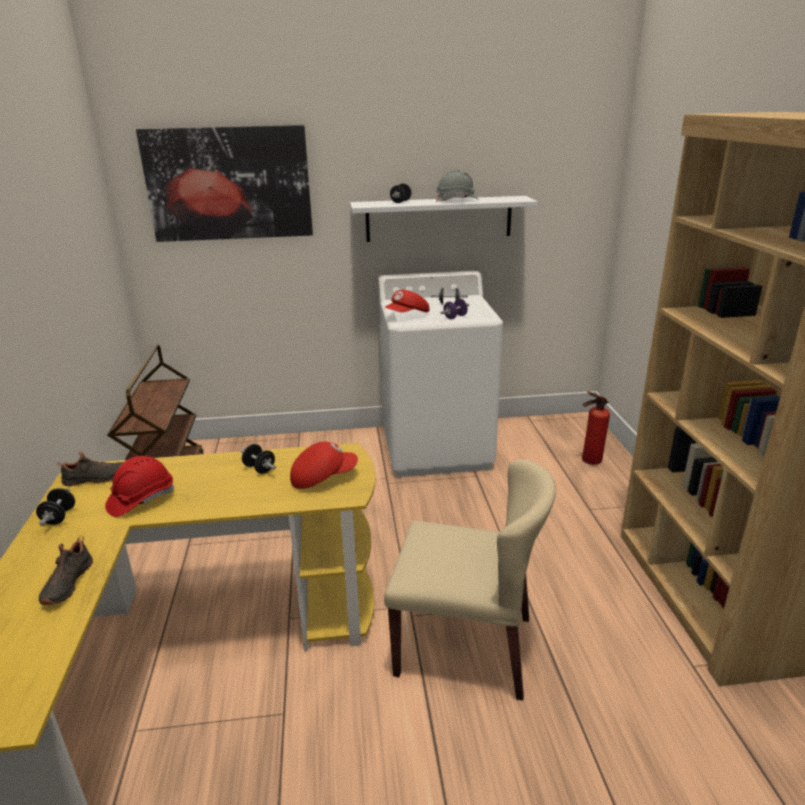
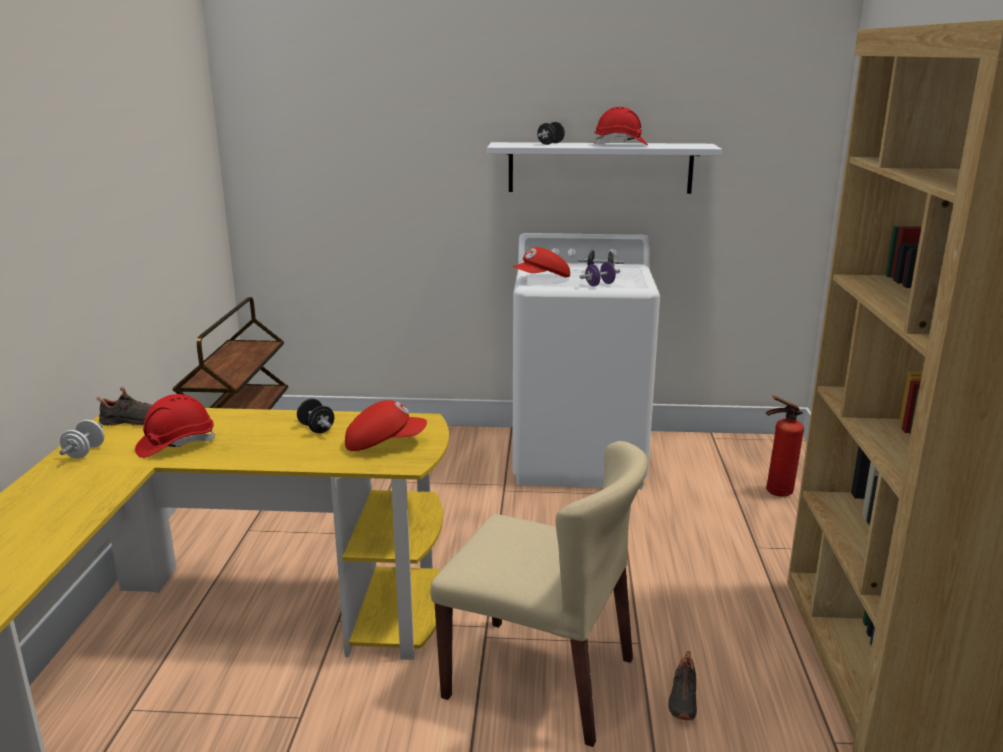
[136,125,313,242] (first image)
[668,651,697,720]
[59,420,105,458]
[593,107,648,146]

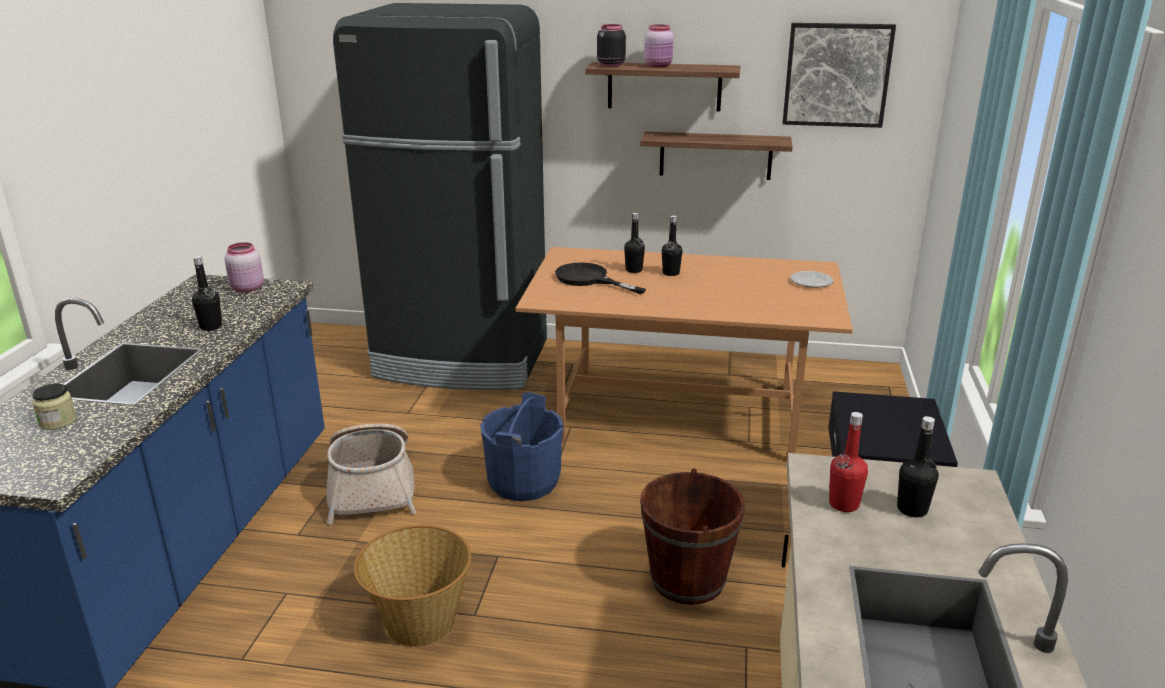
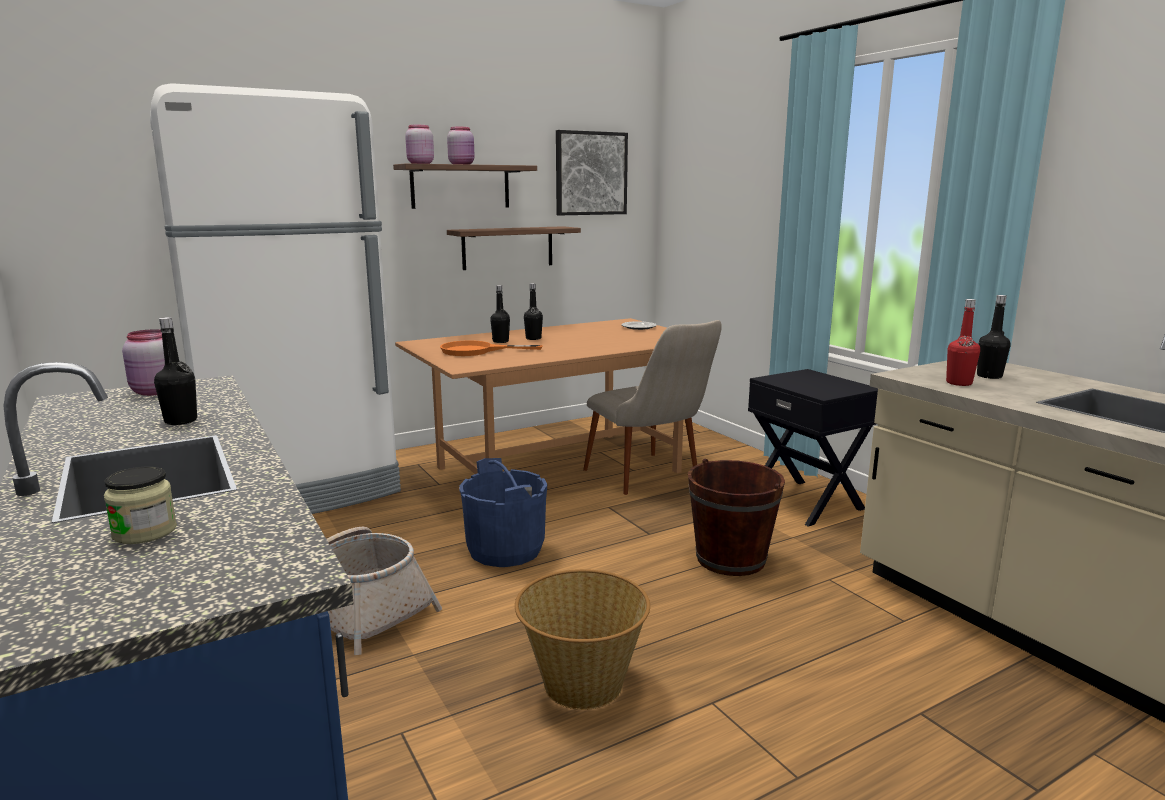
[583,320,722,495]
[150,83,401,514]
[440,340,542,356]
[405,125,434,164]

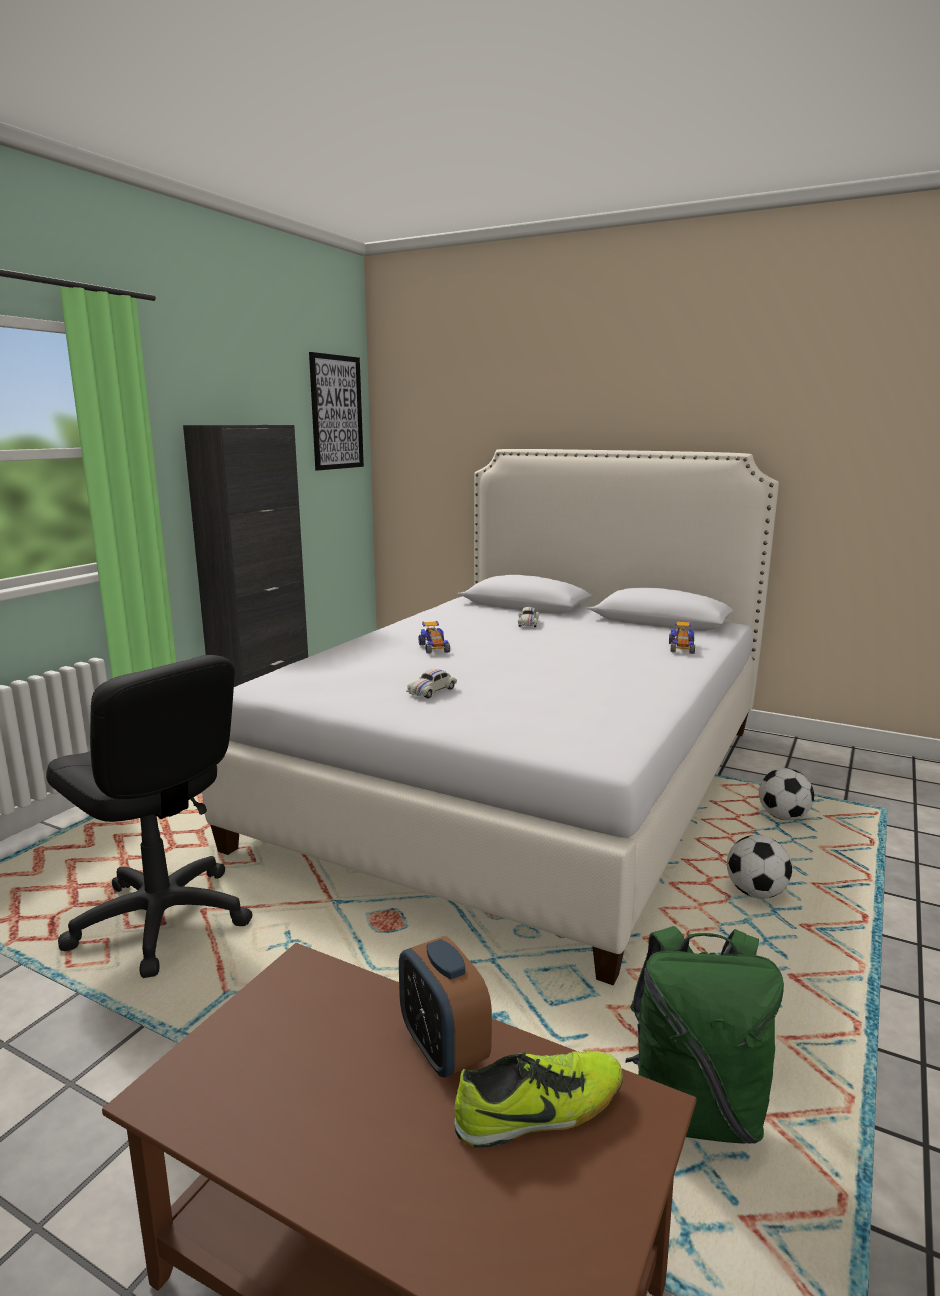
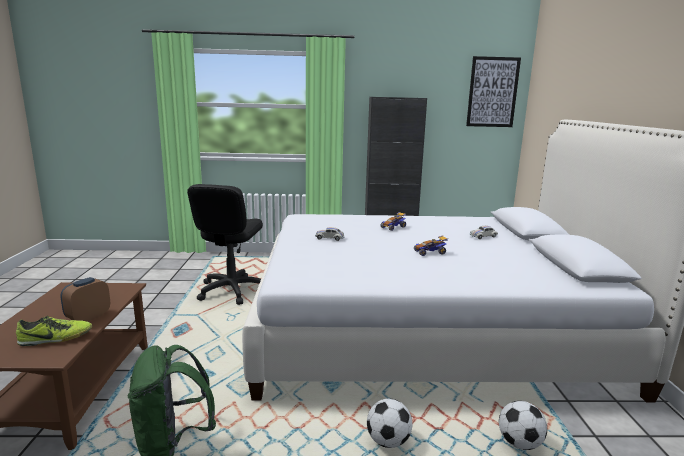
[414,235,448,256]
[16,316,92,346]

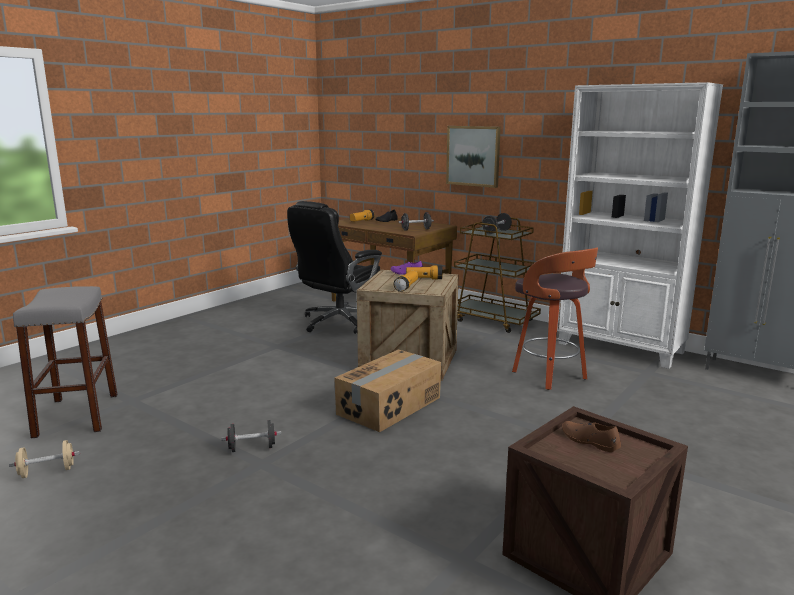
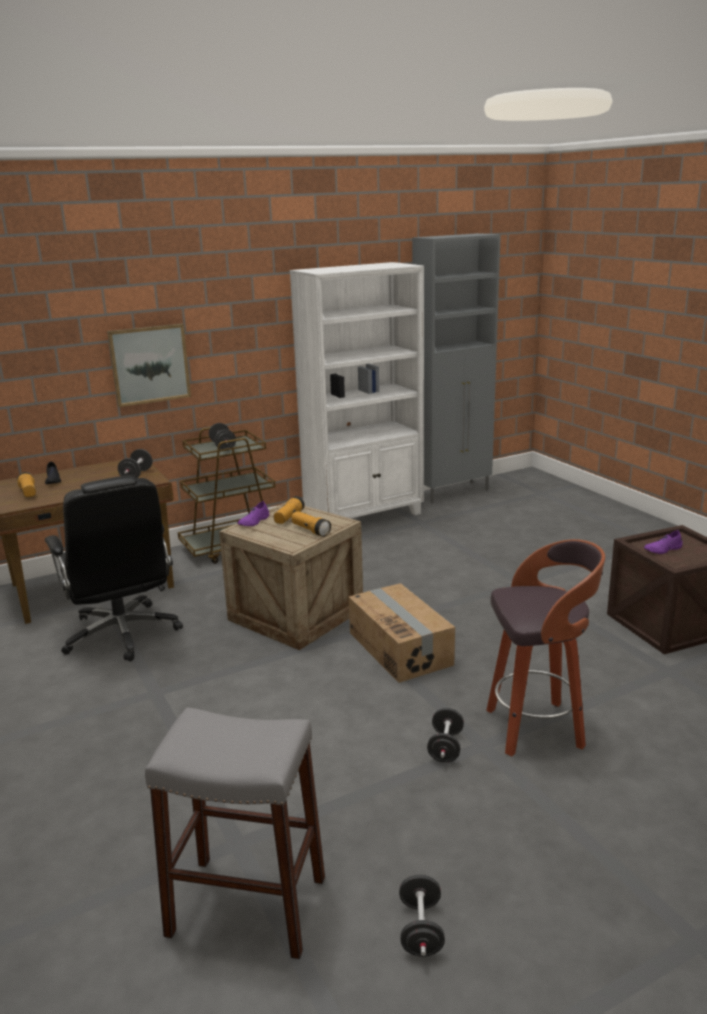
[486,539,605,756]
[399,875,445,957]
[644,530,683,554]

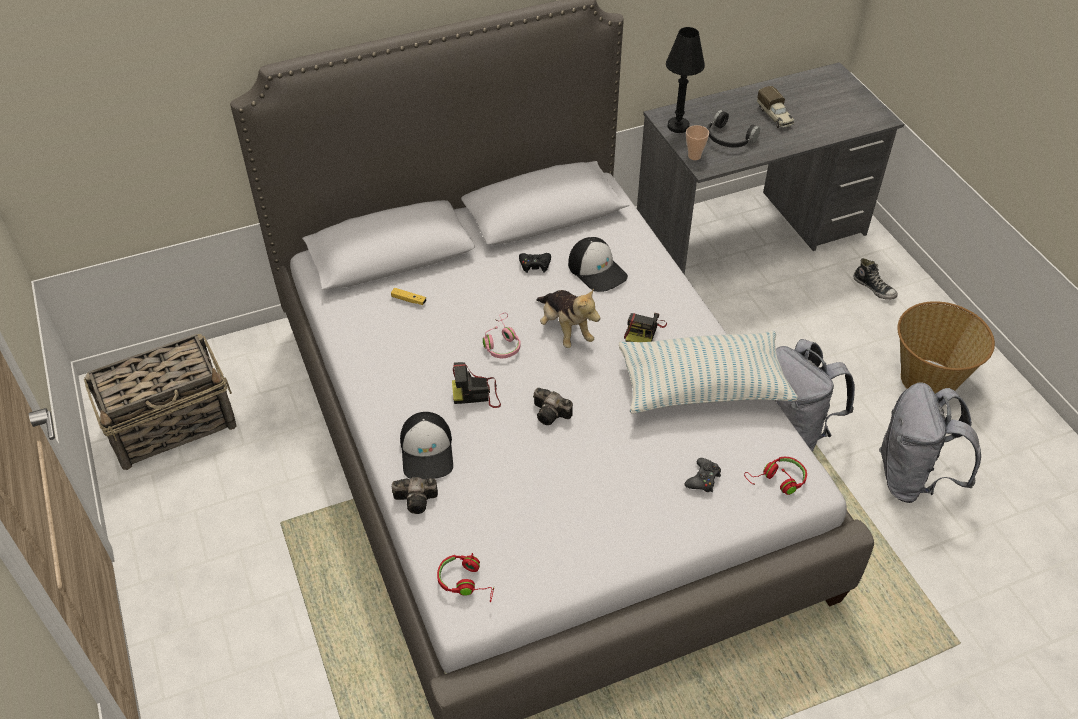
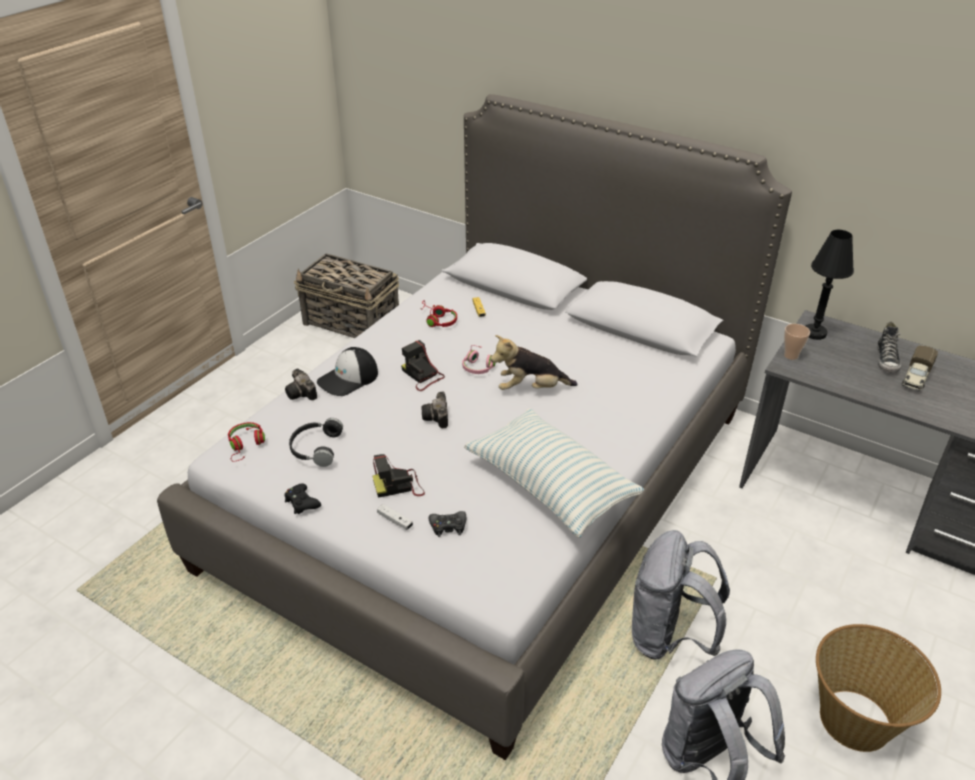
[568,237,628,292] (first image)
[377,504,413,530]
[284,483,321,514]
[372,454,425,498]
[289,418,343,467]
[420,300,457,327]
[877,322,901,373]
[491,335,577,390]

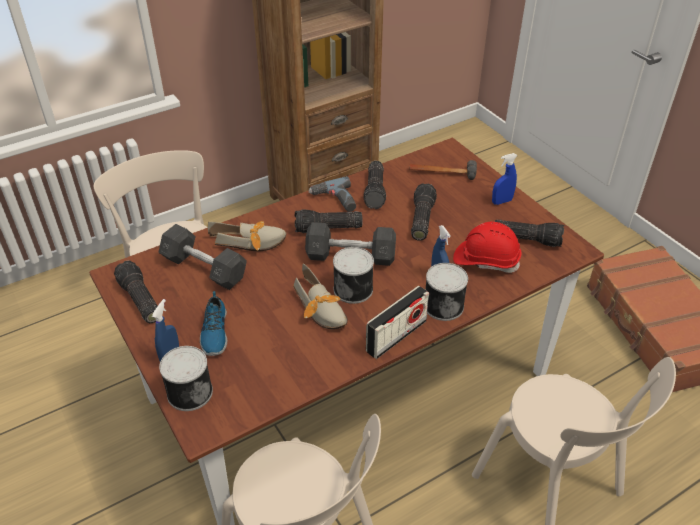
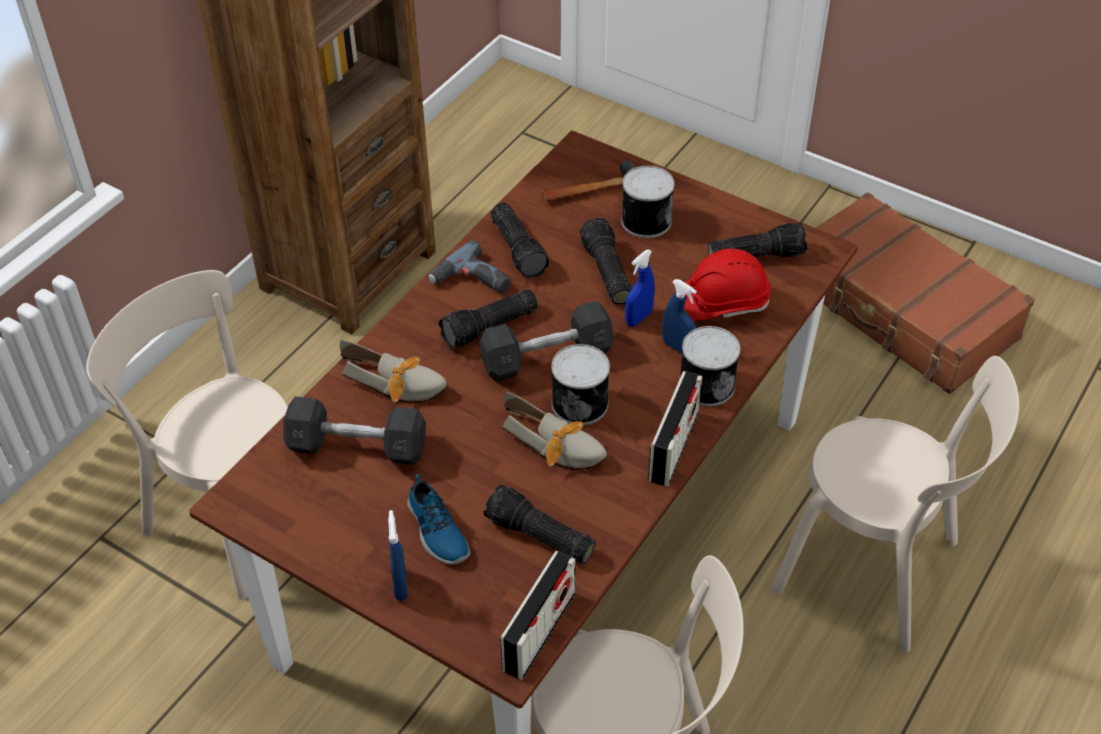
[500,551,576,680]
[484,485,596,564]
[621,166,674,238]
[625,250,655,327]
[340,340,448,403]

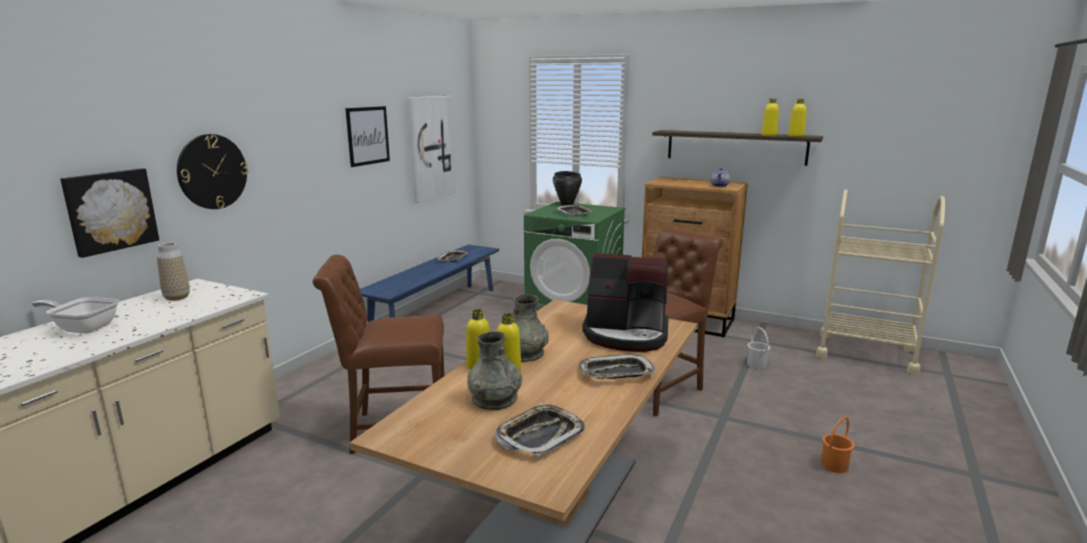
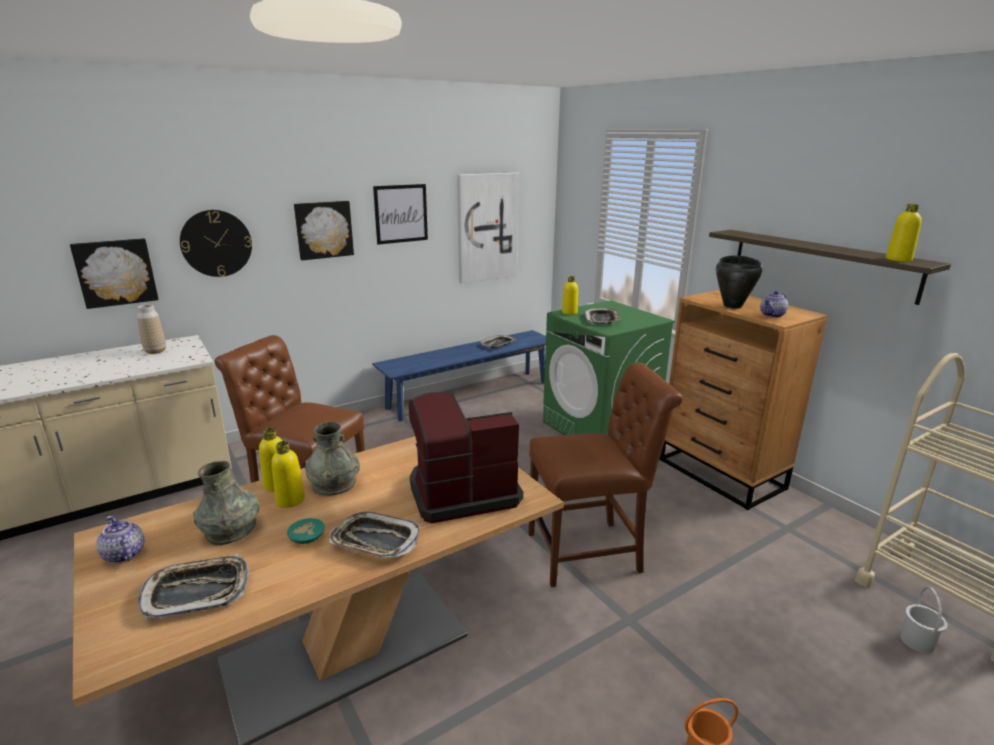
[32,297,119,333] (first image)
[96,516,144,563]
[287,518,325,544]
[294,201,354,260]
[716,255,762,309]
[900,586,947,653]
[562,276,578,315]
[409,392,523,524]

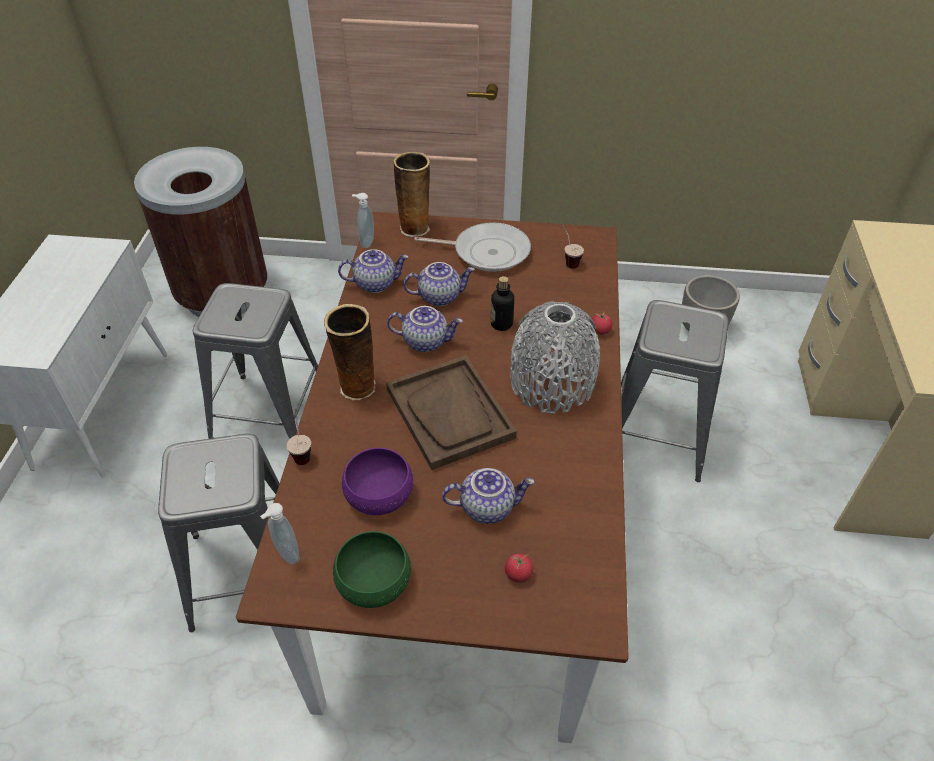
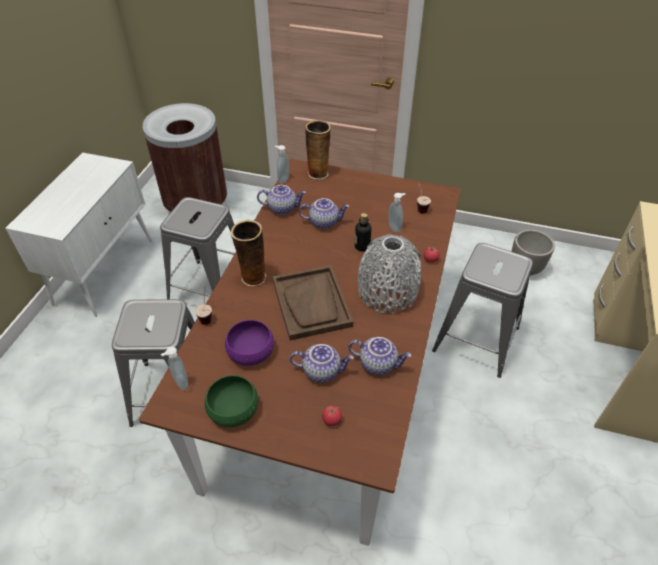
[414,222,531,272] (first image)
[389,193,405,233]
[348,337,412,375]

